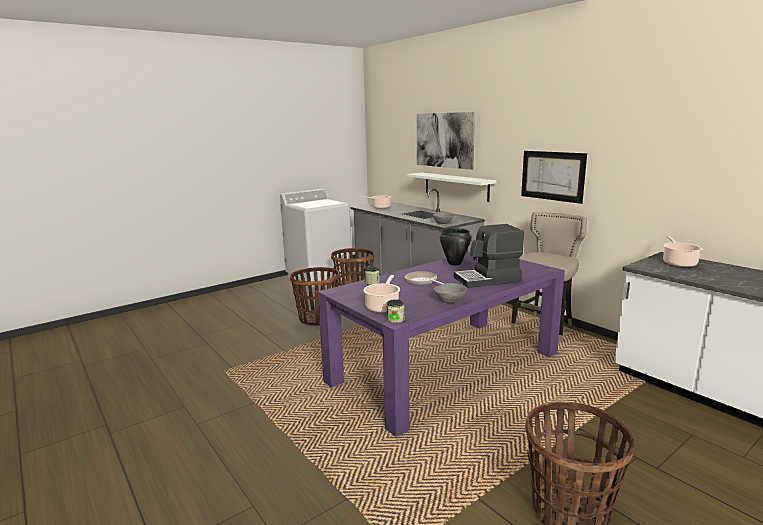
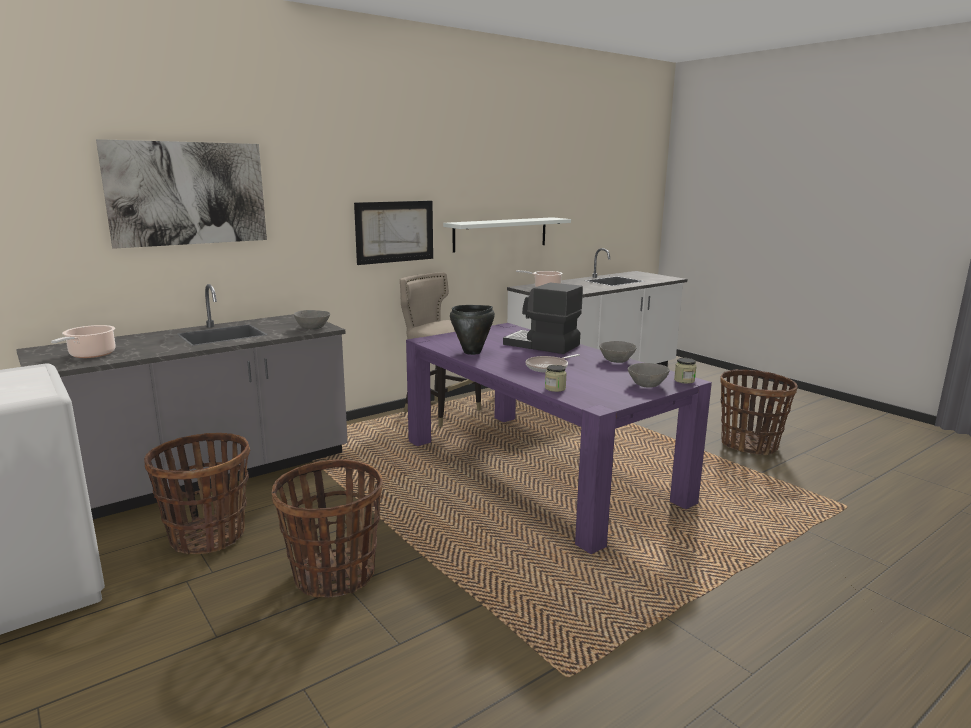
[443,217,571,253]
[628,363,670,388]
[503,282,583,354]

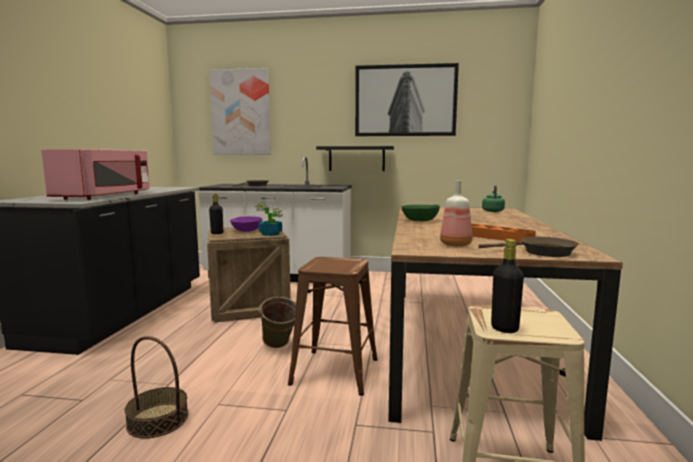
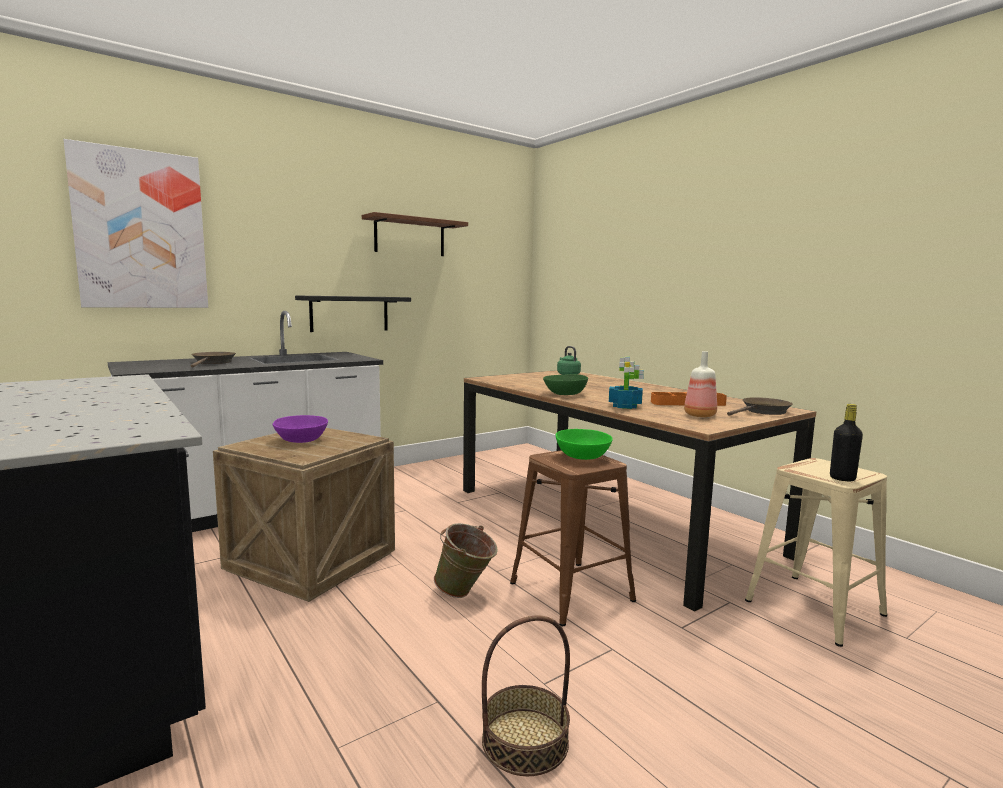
[41,149,150,200] (first image)
[209,194,223,234] (first image)
[556,429,613,460]
[609,357,644,409]
[362,212,468,256]

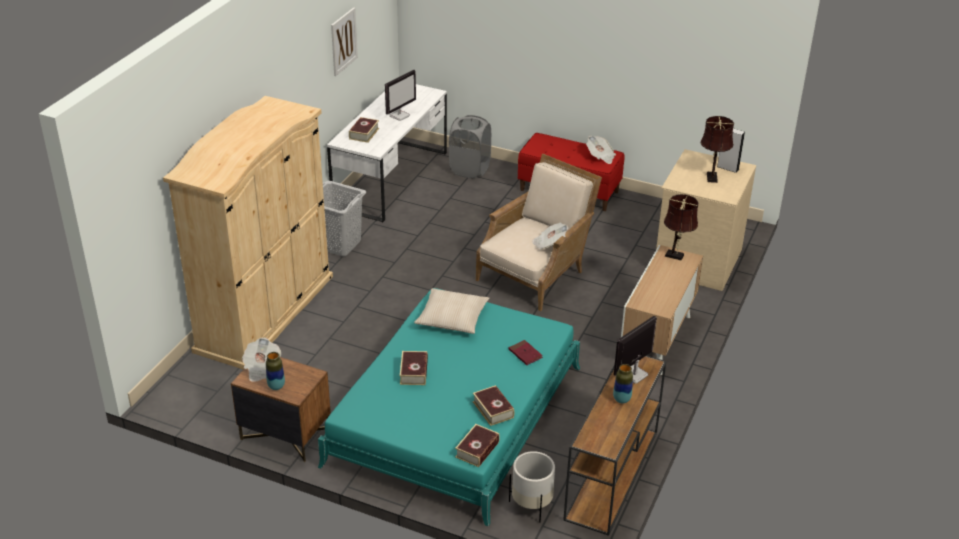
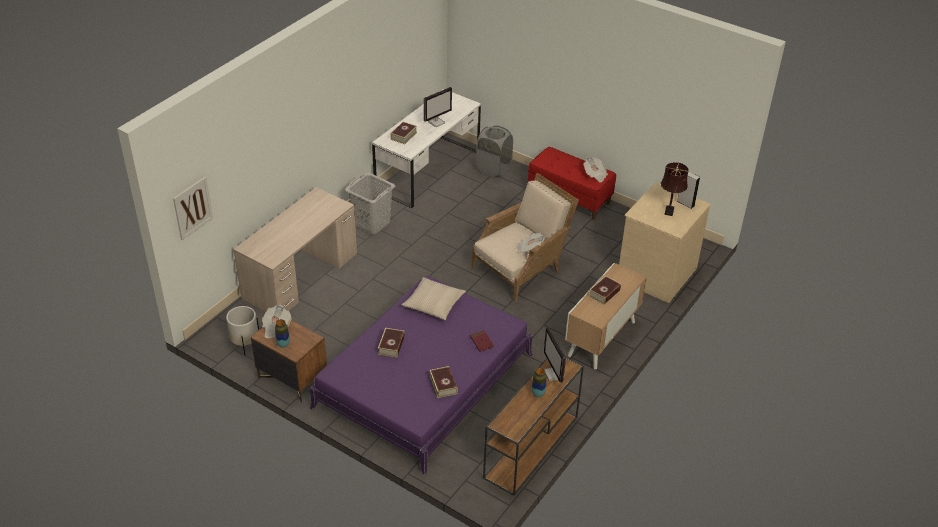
[664,194,698,261] (first image)
[173,177,213,240]
[589,276,621,305]
[226,306,259,355]
[233,187,357,312]
[310,276,533,475]
[544,327,566,383]

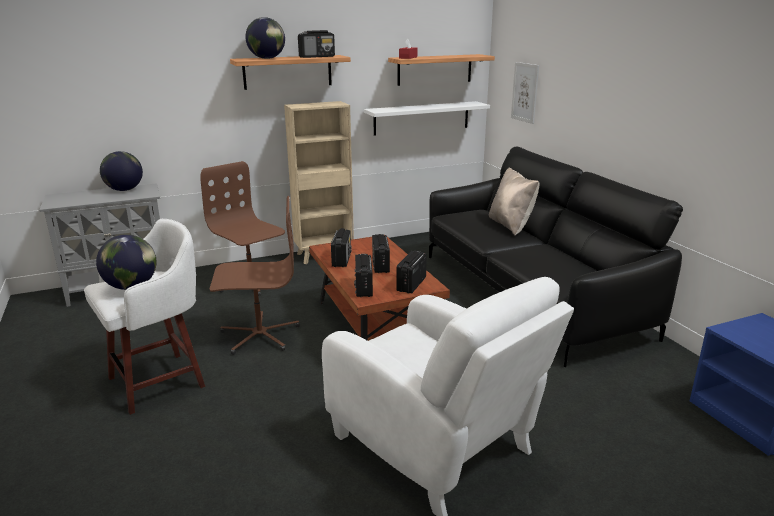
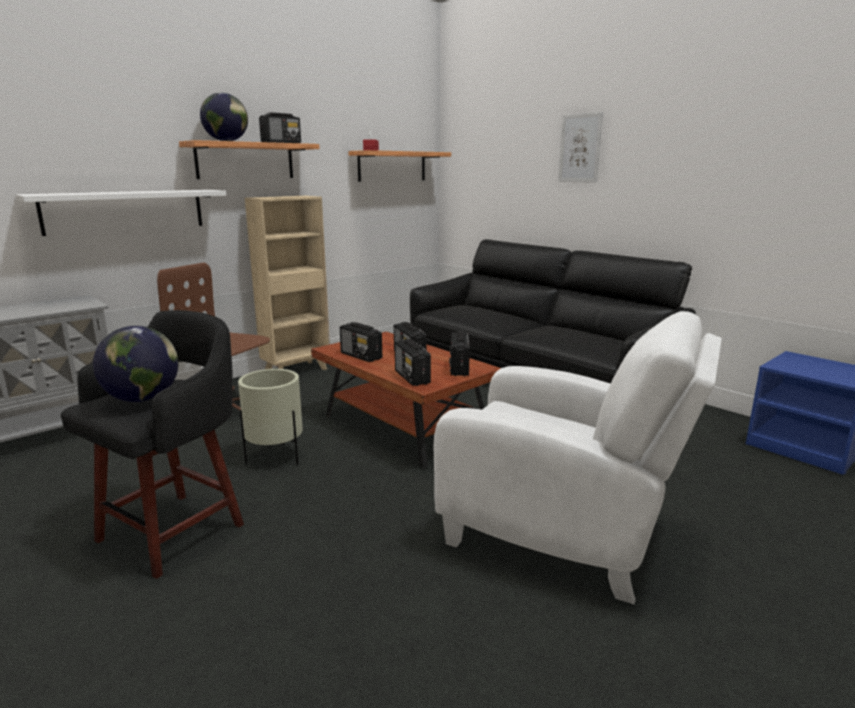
[100,151,143,191] (first image)
[489,167,540,235] (first image)
[15,190,226,236]
[558,112,603,183]
[238,369,303,466]
[61,310,244,579]
[340,322,382,362]

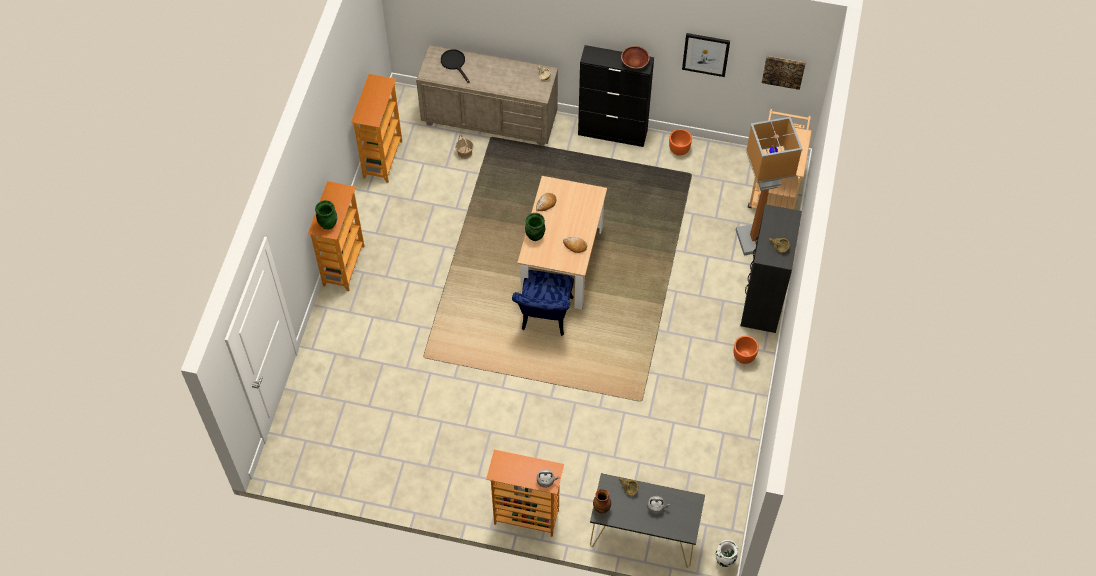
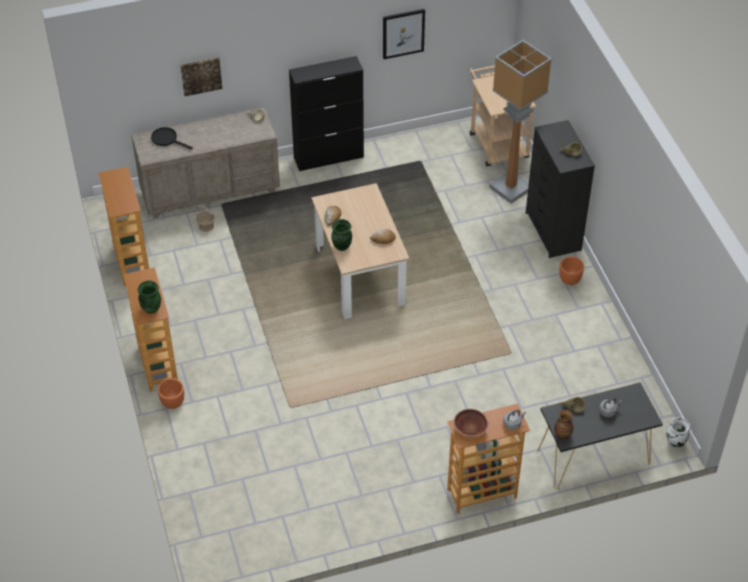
[512,270,574,336] (first image)
[454,409,488,437]
[158,378,184,409]
[180,57,222,96]

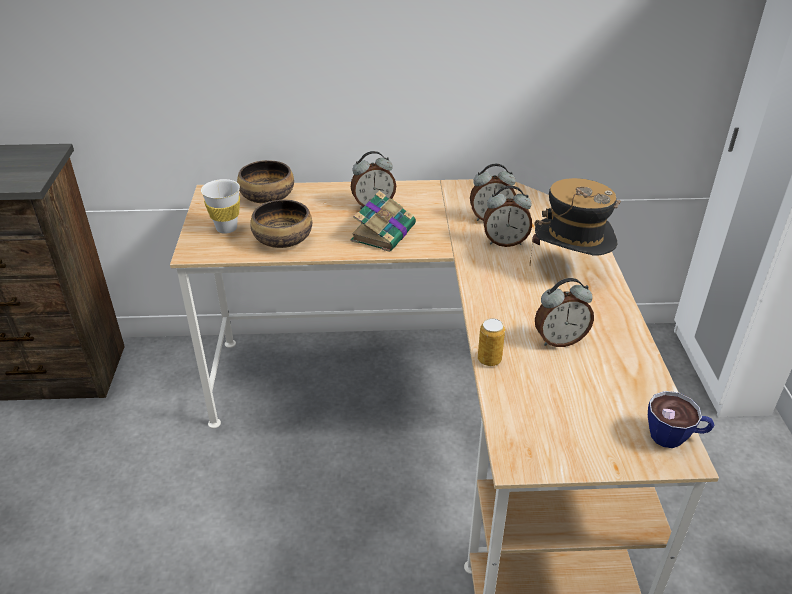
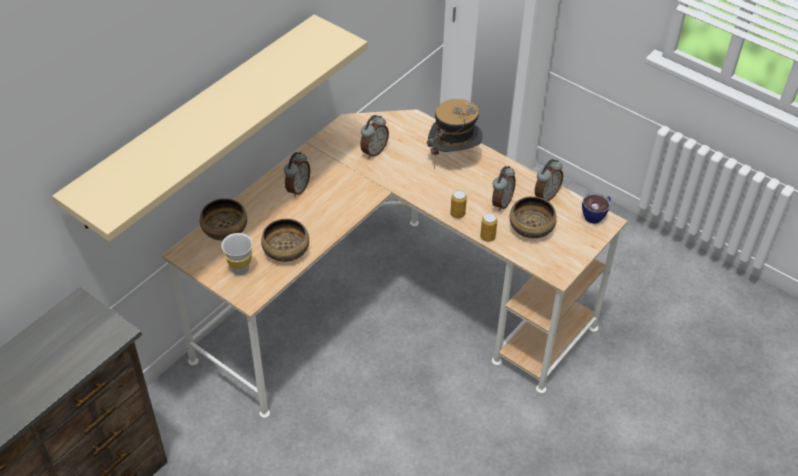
[350,191,416,252] (first image)
[52,14,367,242]
[450,190,467,219]
[510,196,557,238]
[535,159,563,201]

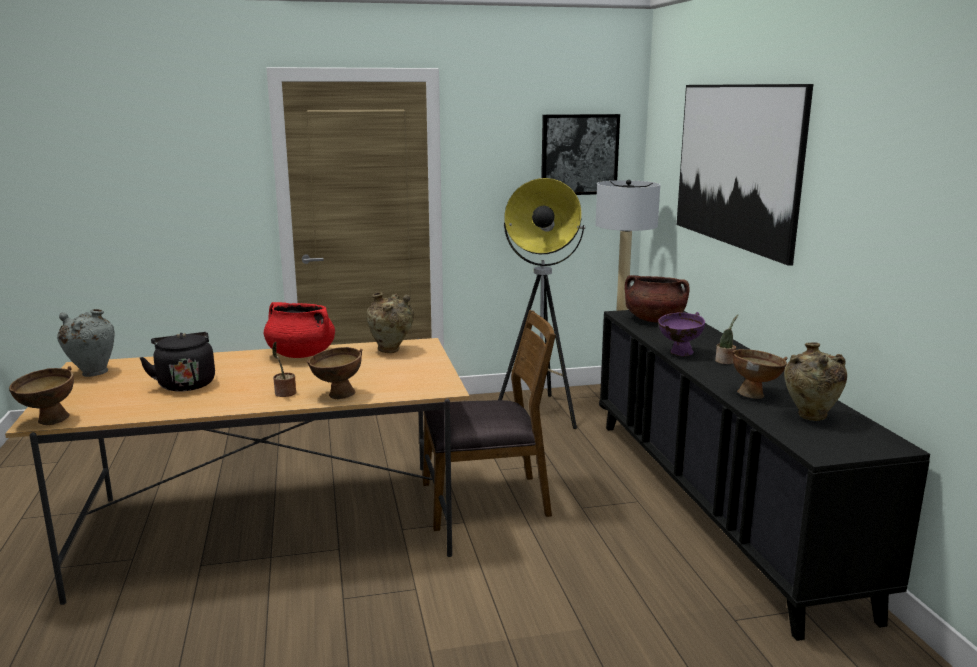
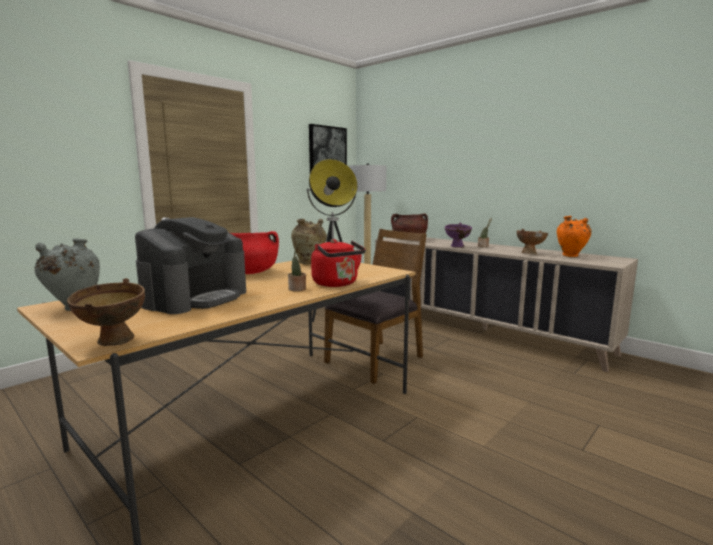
[677,84,813,266] (first image)
[135,217,246,314]
[311,239,366,287]
[375,237,638,372]
[557,216,592,257]

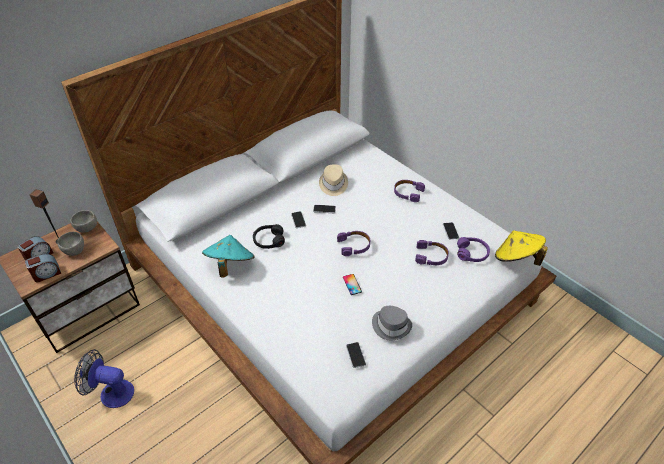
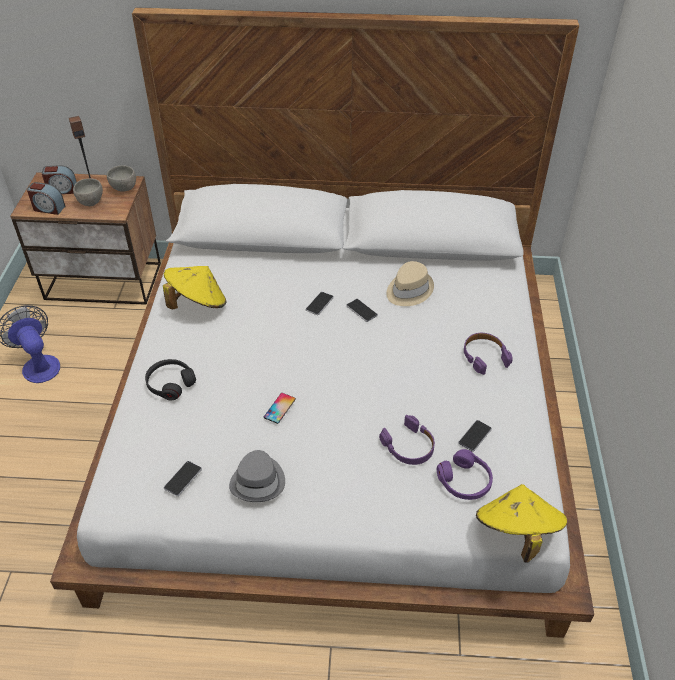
[337,231,370,256] (first image)
[145,359,196,400]
[163,266,226,309]

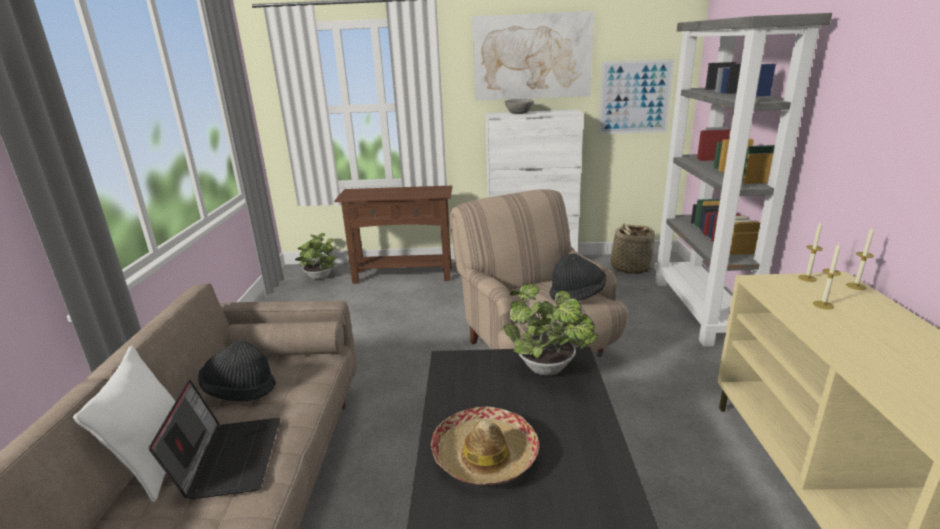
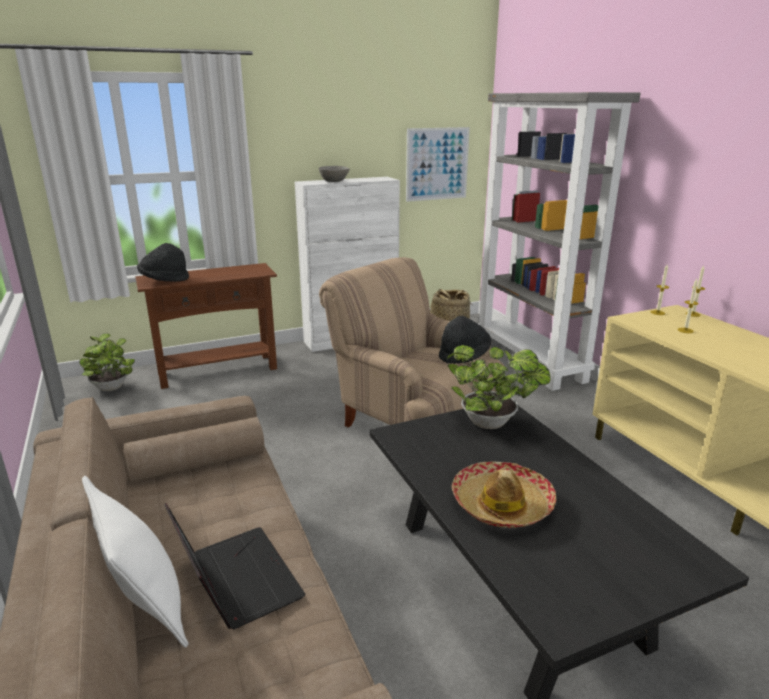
[472,11,594,101] (first image)
[137,243,189,282]

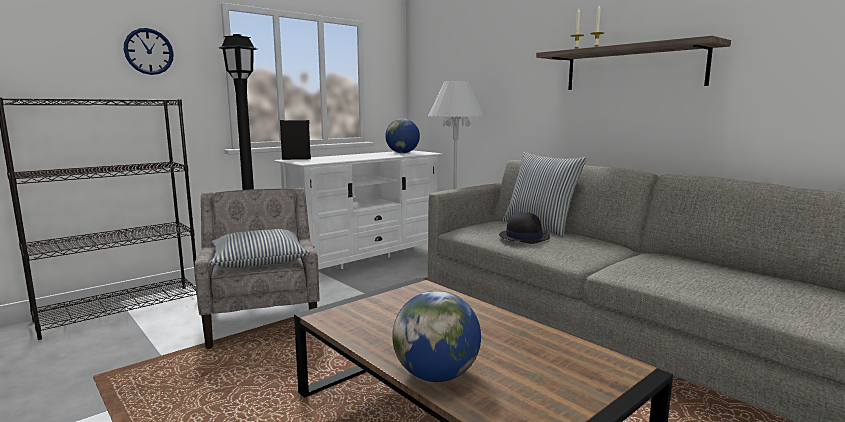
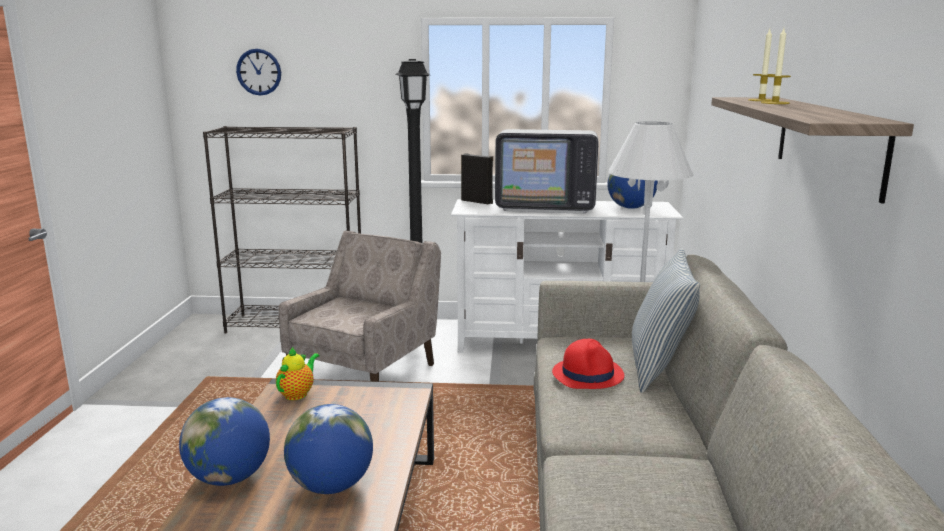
[209,229,310,268] (first image)
[276,348,320,400]
[284,404,373,494]
[495,129,599,214]
[236,49,281,96]
[552,339,624,389]

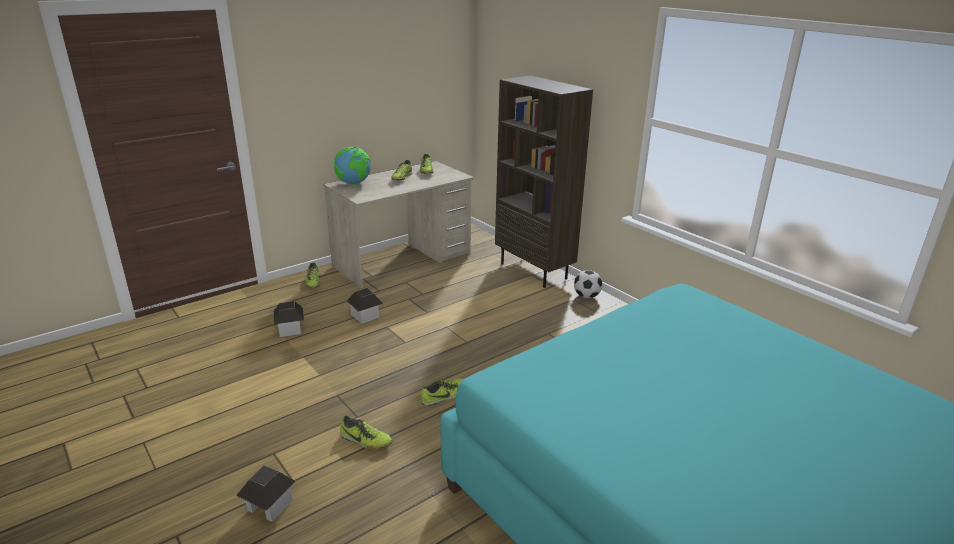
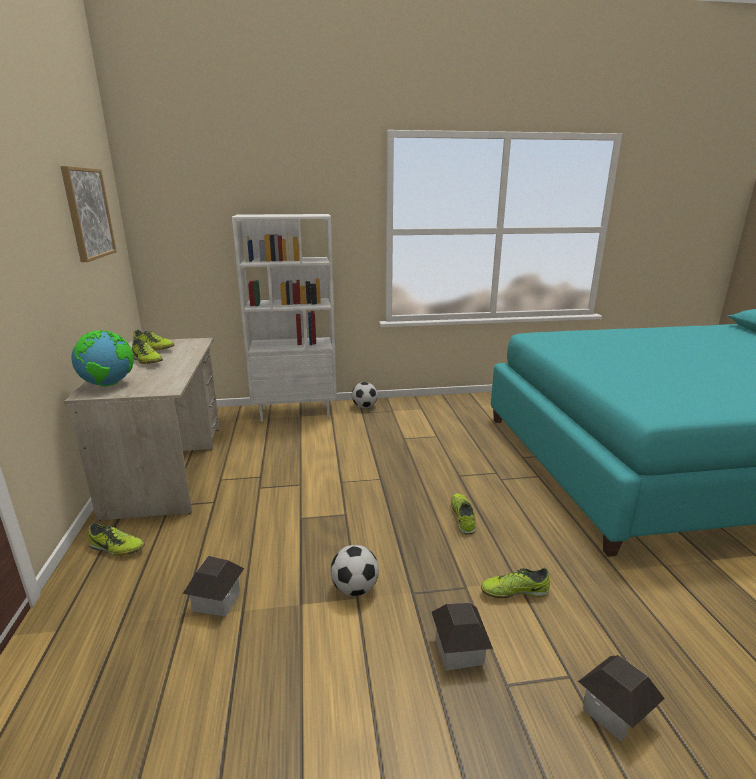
[60,166,117,262]
[331,545,379,596]
[432,603,493,671]
[232,214,337,422]
[481,568,550,598]

